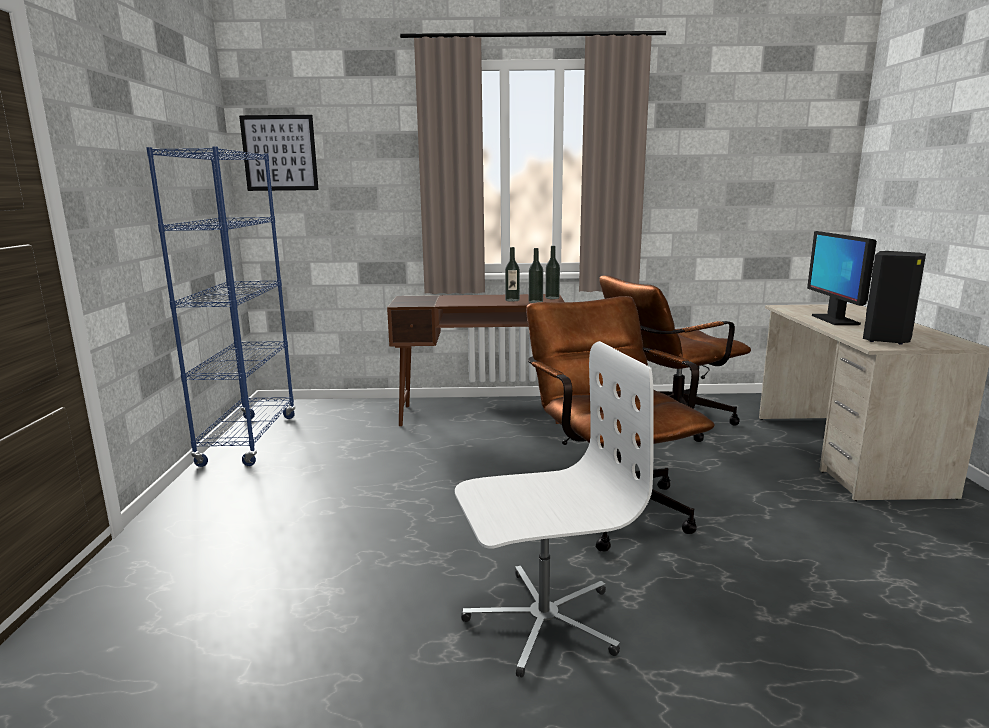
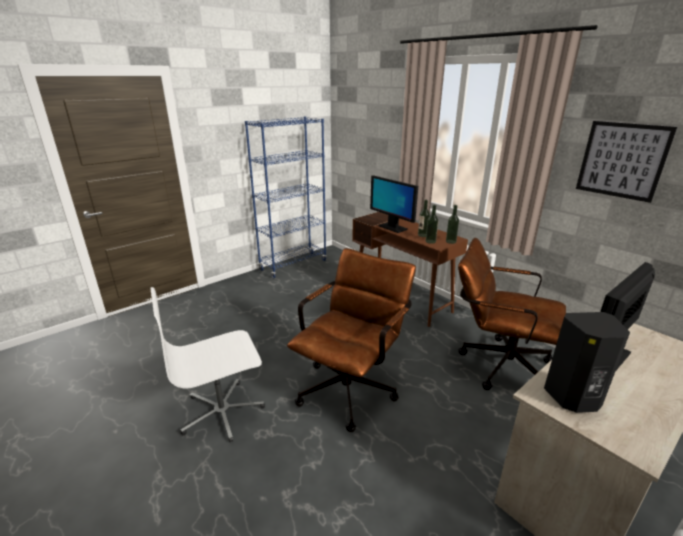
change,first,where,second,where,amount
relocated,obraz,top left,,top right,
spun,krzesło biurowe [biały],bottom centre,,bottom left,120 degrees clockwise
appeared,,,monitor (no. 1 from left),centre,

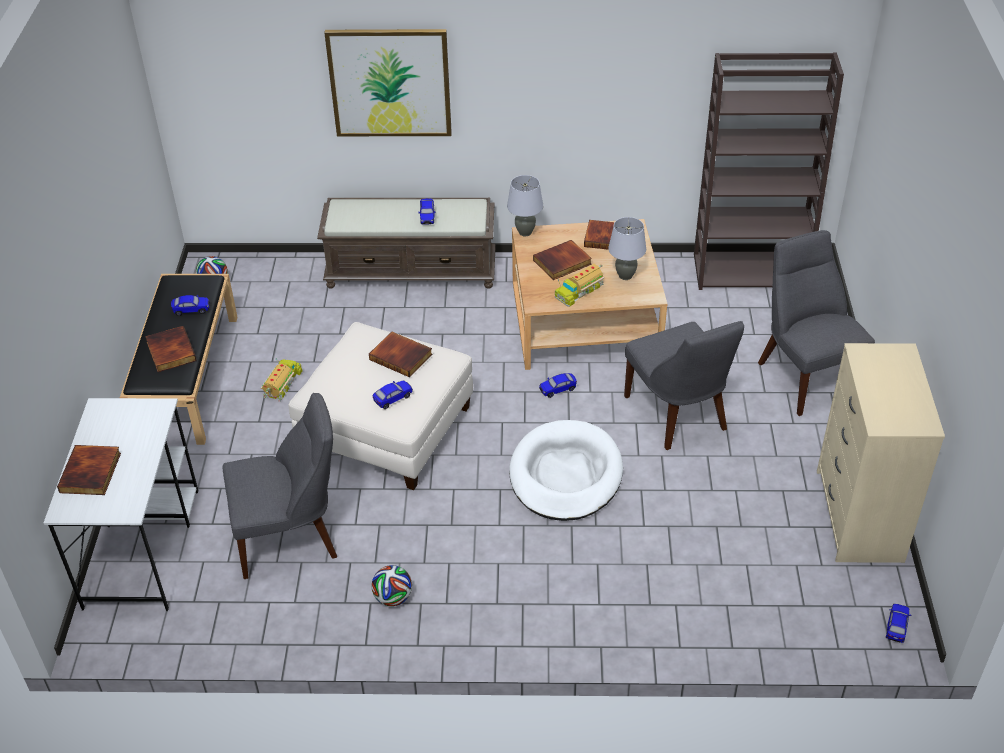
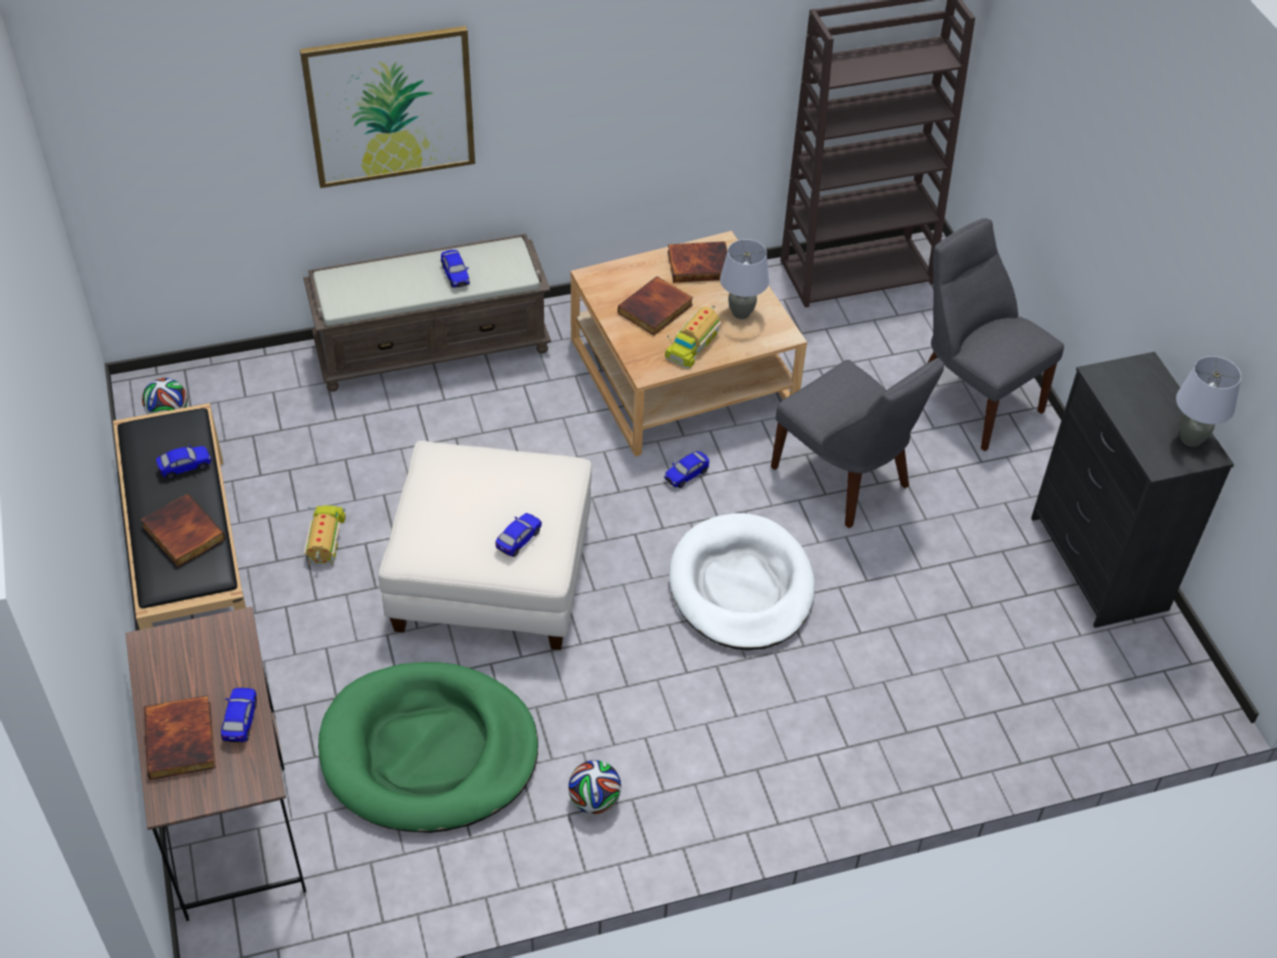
change,first,where,second,where,amount
colour,biurko [biały],bottom left,biurko [brązowy],bottom left,
exchanged,krzesło [szary] (no. 1 from left),middle left,legowisko [zielony],bottom centre,
missing,książka (no. 3 from left),centre,,,
relocated,lampa stołowa [szary] (no. 1 from left in the first image),top centre,lampa stołowa [szary] (no. 2 from left),middle right,
colour,komoda [beżowy],middle right,komoda [czarny],middle right,
relocated,samochodzik (no. 5 from left in the first image),bottom right,samochodzik (no. 2 from left),bottom left,

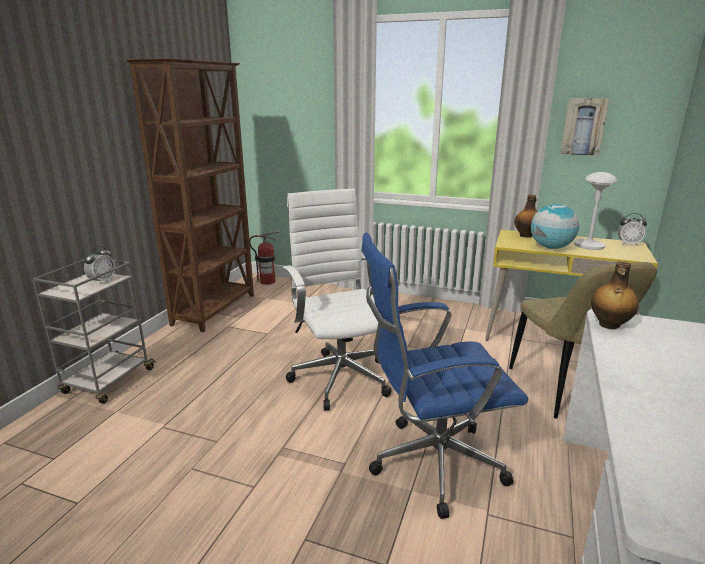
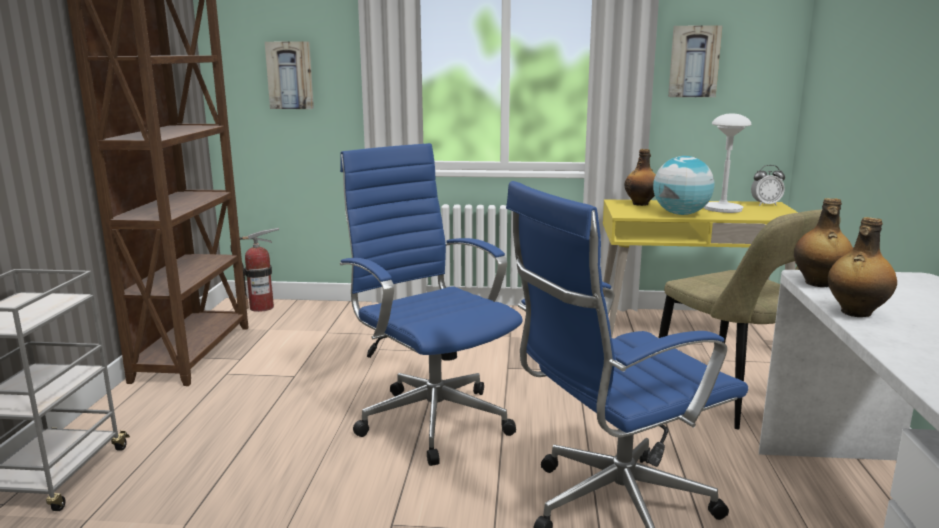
change,first,where,second,where,amount
missing,budzik (no. 1 from left),middle left,,,
colour,krzesło biurowe [biały],centre,krzesło biurowe [niebieski] (no. 1 from left),centre,
appeared,,,obraz (no. 1 from left),top left,
appeared,,,butelka (no. 3 from left),middle right,

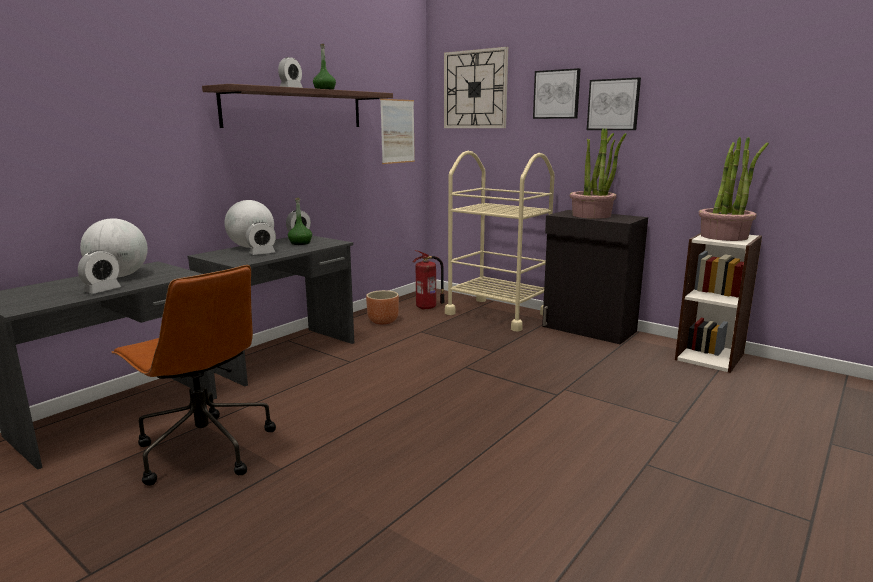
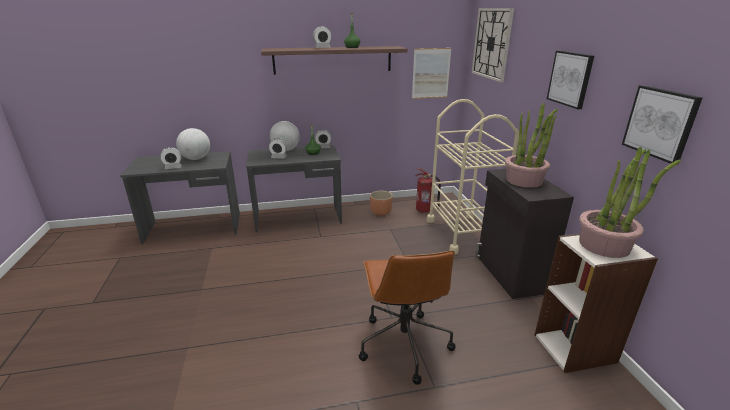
change,first,where,second,where,amount
relocated,krzesło biurowe [brązowy],middle left,,bottom centre,
relocated,obraz (no. 2 from left in the first image),top centre,obraz (no. 3 from left),top right,

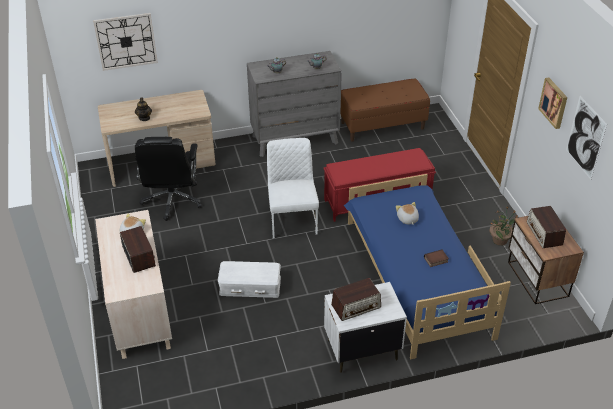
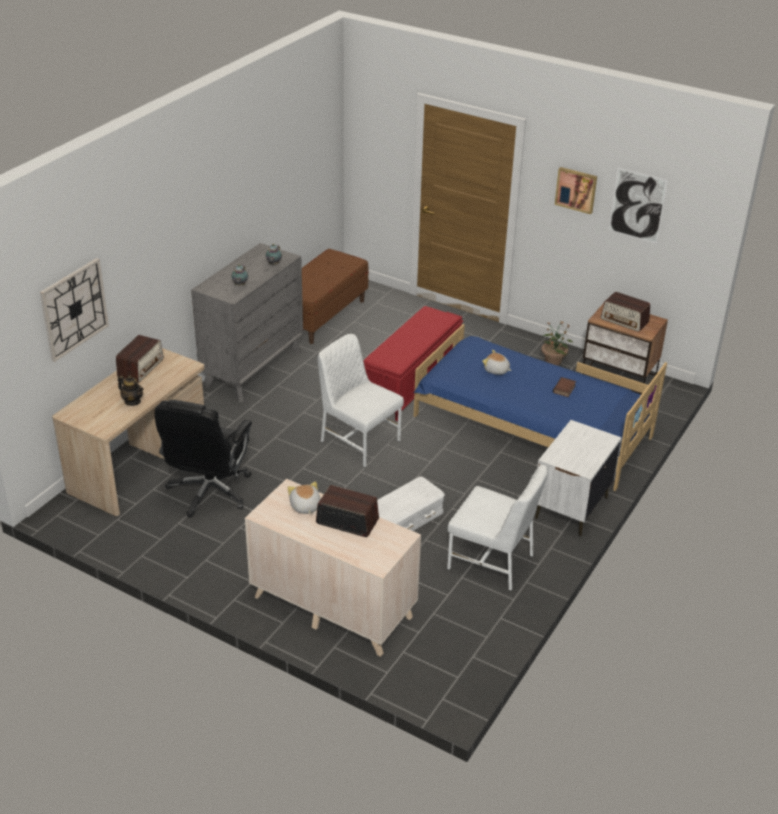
change,first,where,second,where,amount
spun,krzesło biurowe [czarny],middle left,,middle left,60 degrees clockwise
relocated,radio (no. 2 from left in the first image),bottom centre,radio (no. 1 from left),middle left,
appeared,,,krzesło [biały] (no. 2 from left),centre,

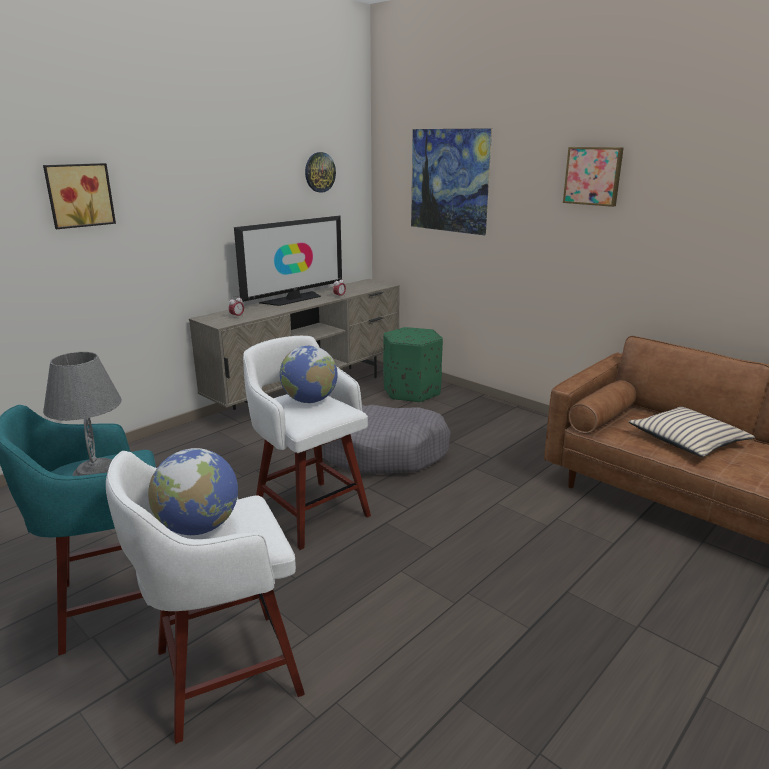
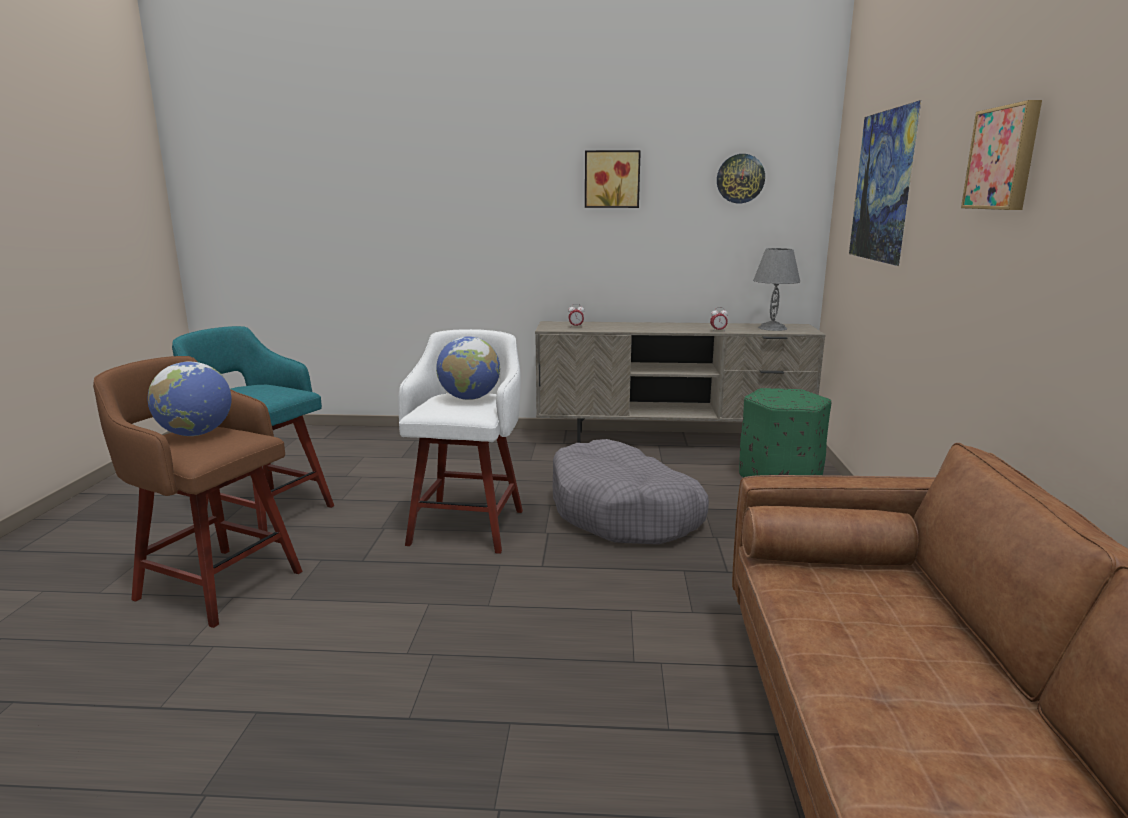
change,first,where,second,where,amount
relocated,obraz (no. 1 from left),top left,,top centre,
relocated,lampa stołowa [szary],middle left,,middle right,
colour,stołek [biały] (no. 1 from left),bottom left,stołek [brązowy],middle left,
missing,telewizor,centre,,,
missing,poduszka [beżowy],middle right,,,

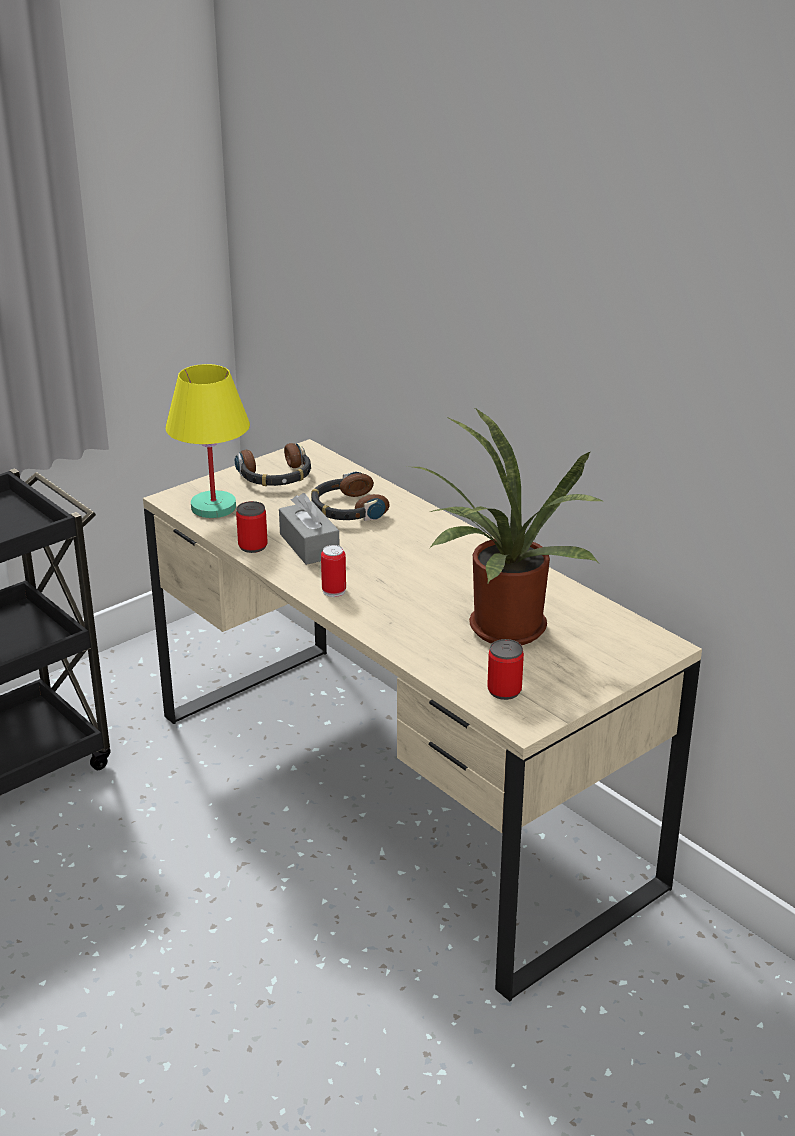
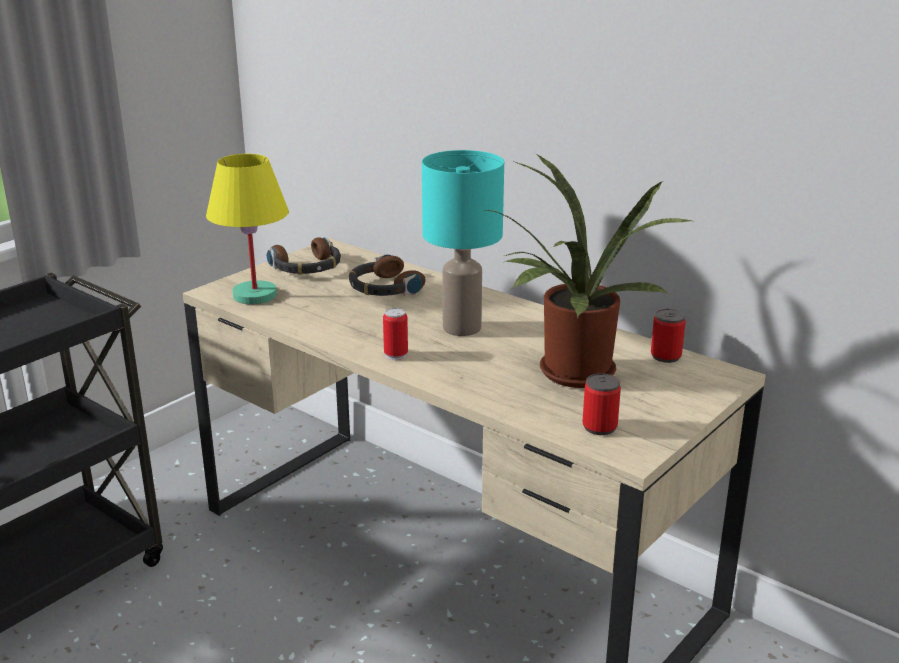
change,first,where,second,where,amount
relocated,puszka (no. 1 from left in the first image),middle left,puszka (no. 3 from left),middle right,
missing,pudełko chusteczek [szary],centre,,,
appeared,,,lampa stołowa [turkusowy],centre,

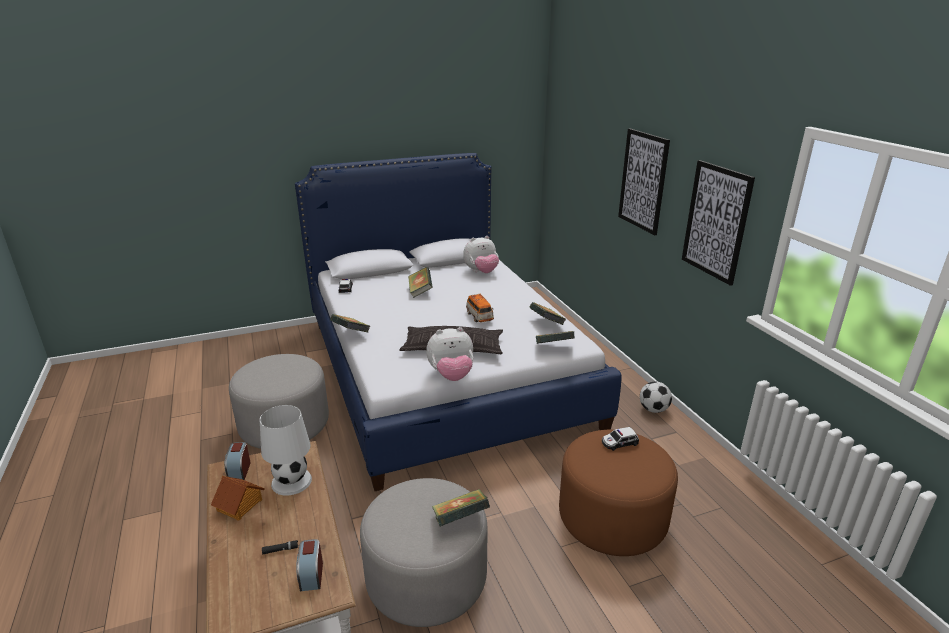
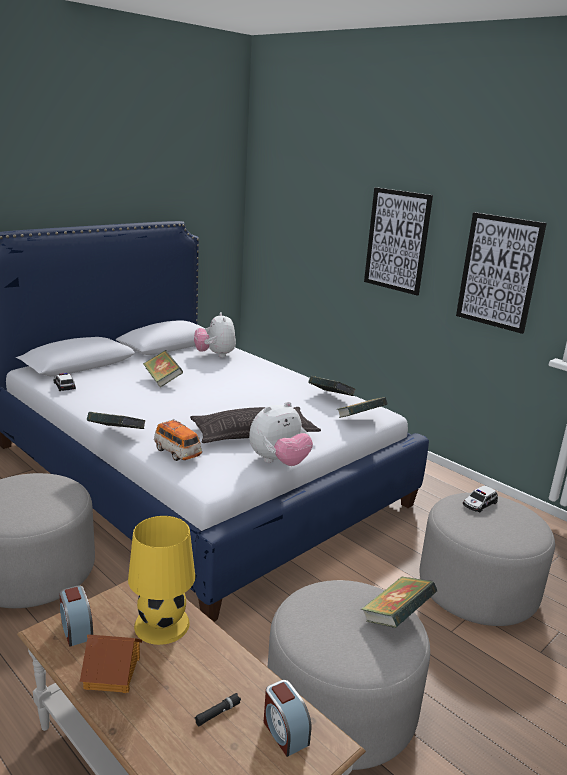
change,first,where,second,where,amount
colour,lampa stołowa [biały],bottom left,lampa stołowa [żółty],bottom left,
spun,pluszak (no. 2 from left in the first image),centre,pluszak (no. 1 from left),centre,120 degrees clockwise
relocated,samochodzik (no. 2 from left),centre,,middle left,
colour,pufa [brązowy],bottom centre,pufa [szary] (no. 3 from left),bottom right,
missing,piłka futbolowa,middle right,,,

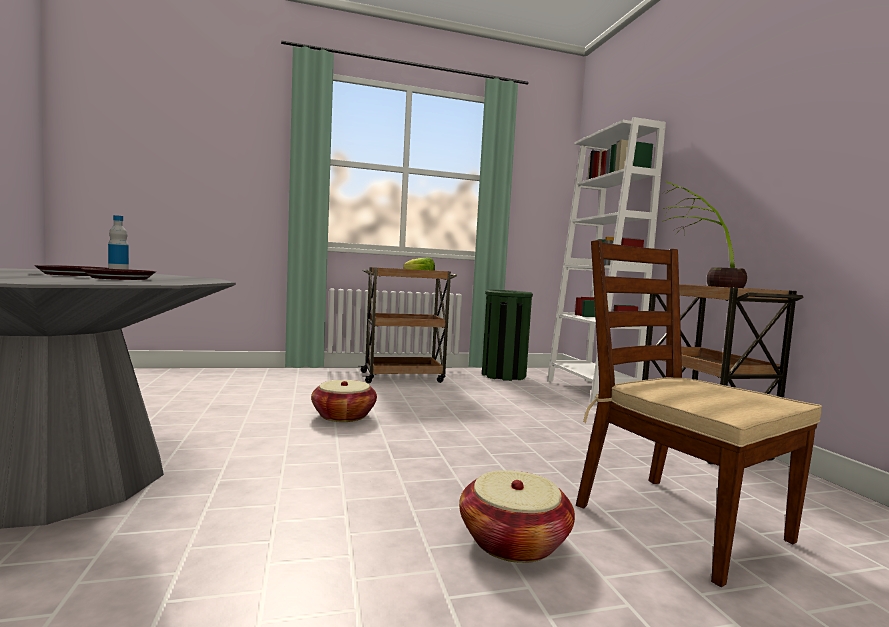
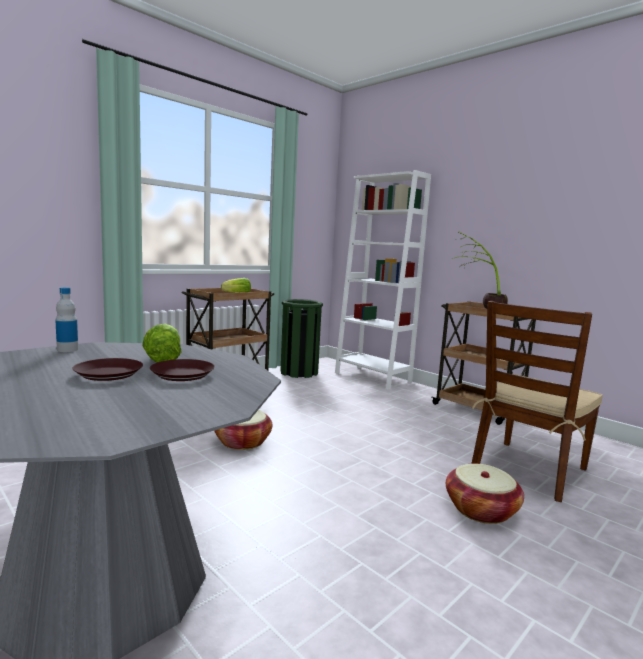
change,first,where,second,where,amount
spun,krzesło [brązowy],middle right,,middle right,75 degrees counterclockwise
appeared,,,sałata (no. 1 from left),middle left,

